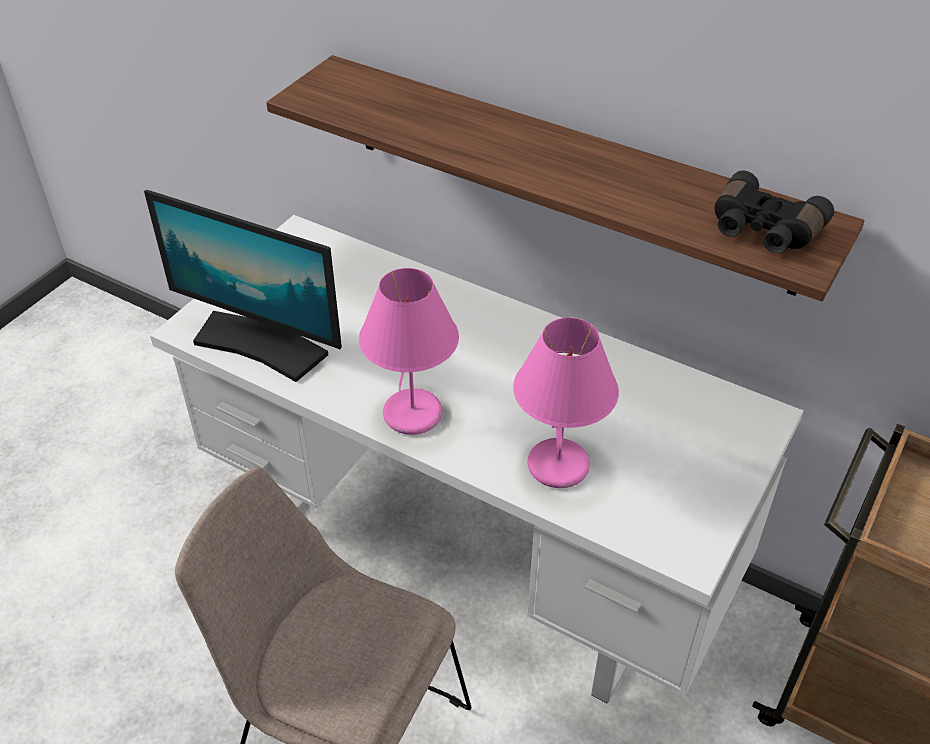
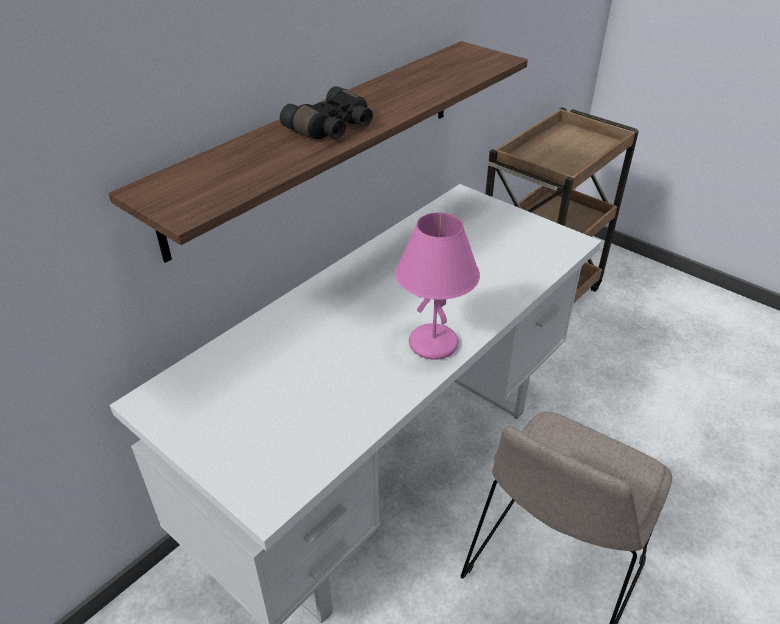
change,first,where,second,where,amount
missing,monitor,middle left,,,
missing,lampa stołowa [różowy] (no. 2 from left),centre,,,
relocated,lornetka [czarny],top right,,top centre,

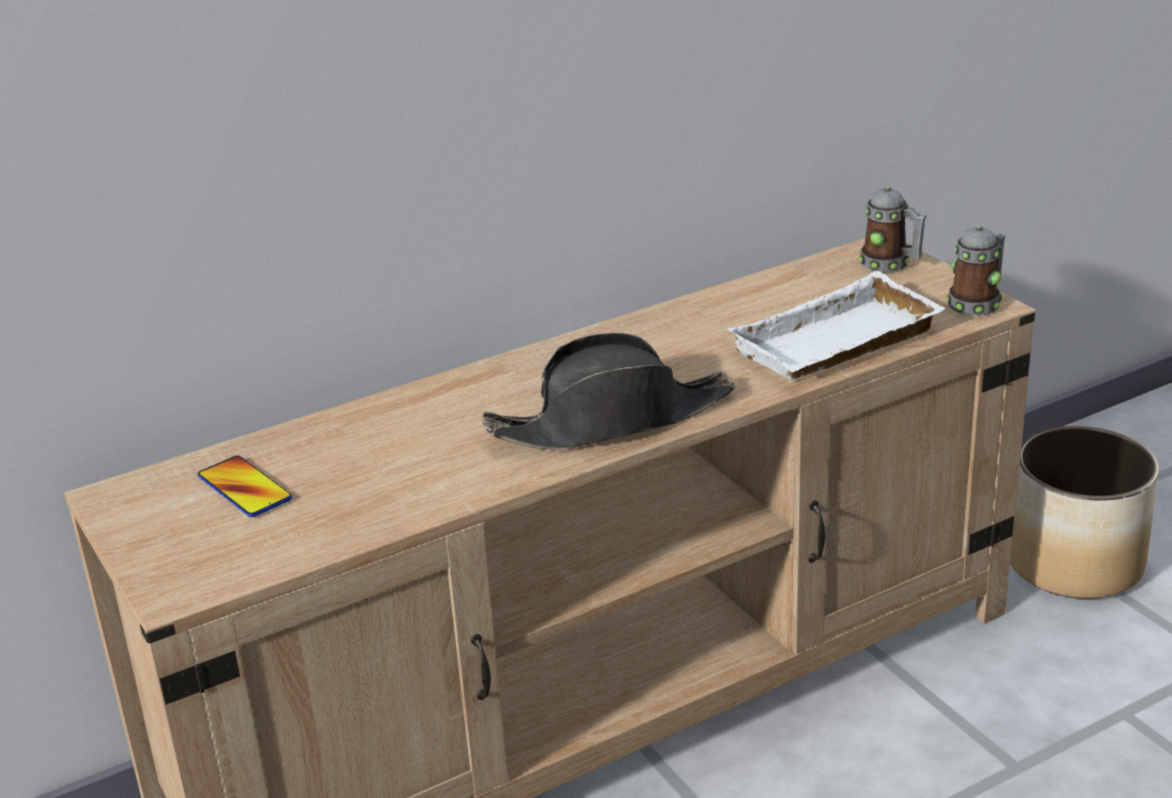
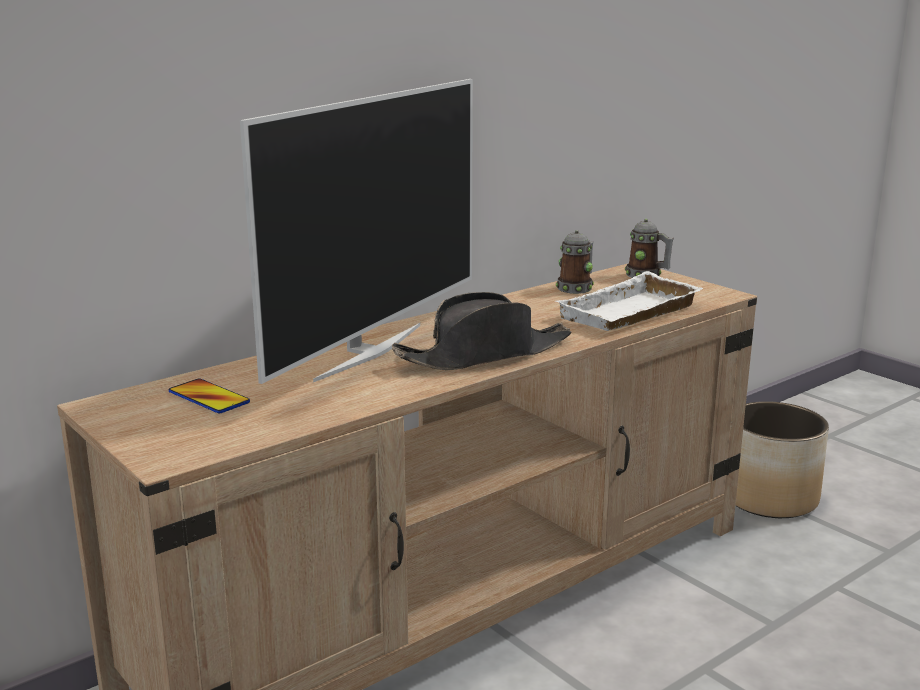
change,first,where,second,where,amount
relocated,kubek (no. 2 from left in the first image),middle right,kubek (no. 1 from left),centre,
appeared,,,telewizor,centre,

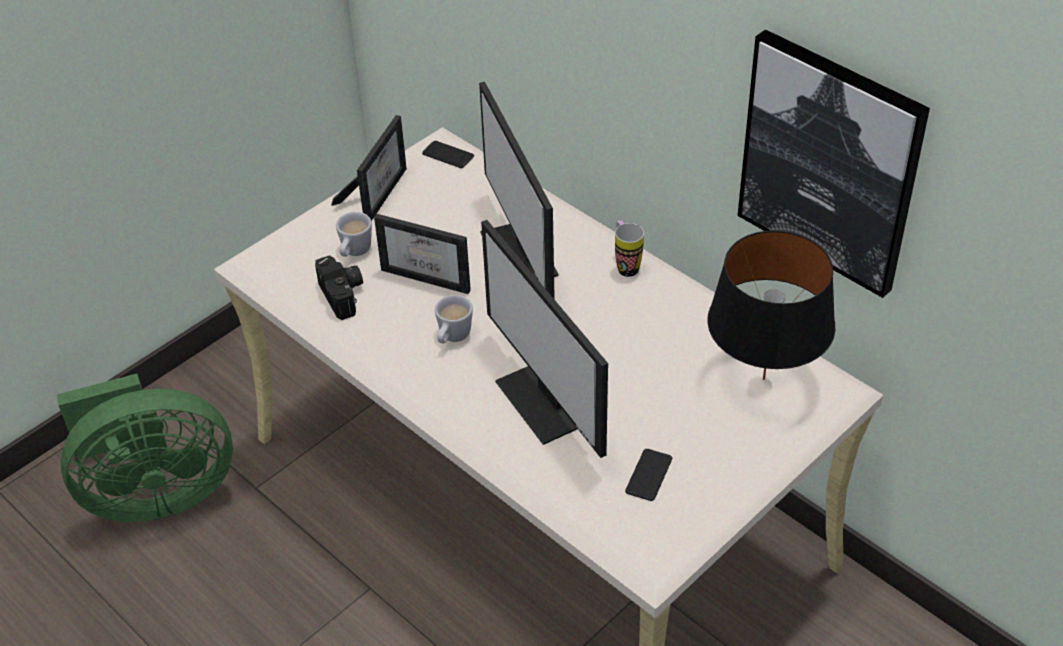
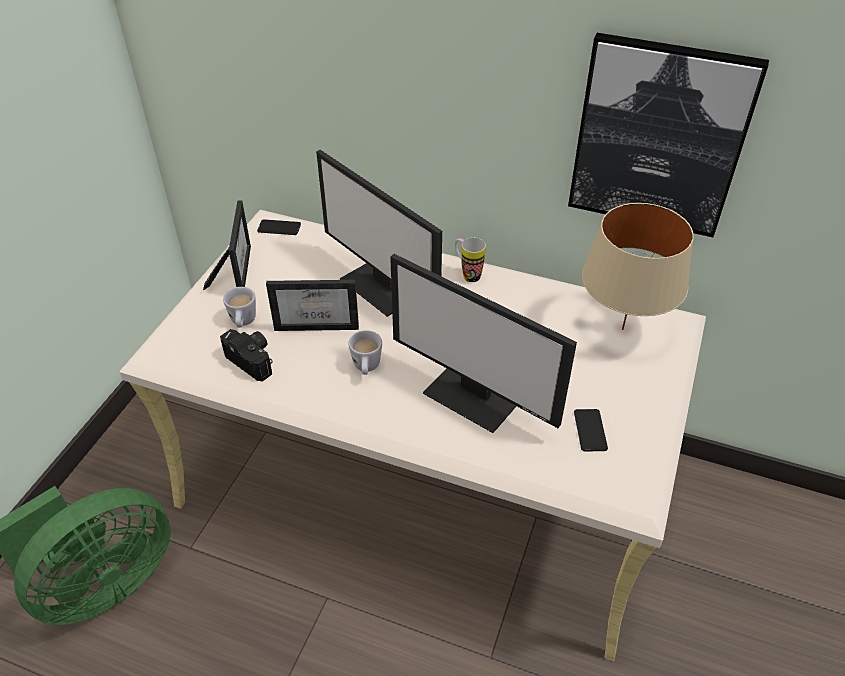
change,first,where,second,where,amount
colour,lampa stołowa [czarny],middle right,lampa stołowa [beżowy],middle right,

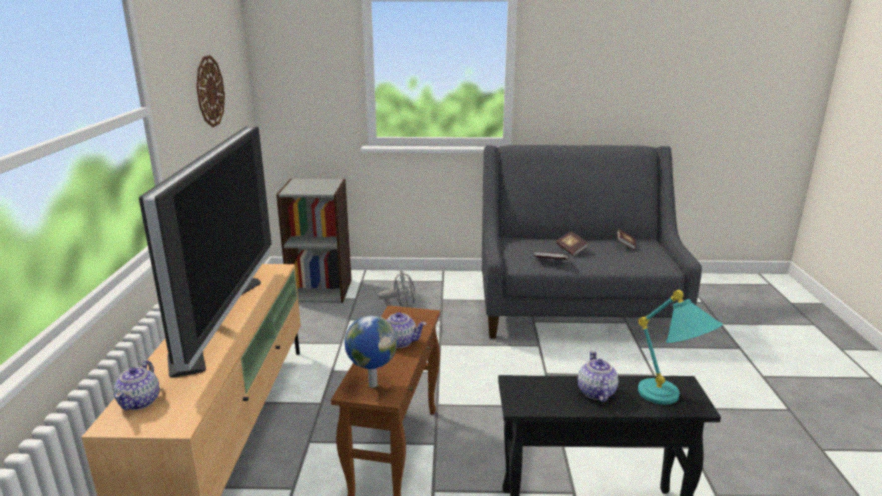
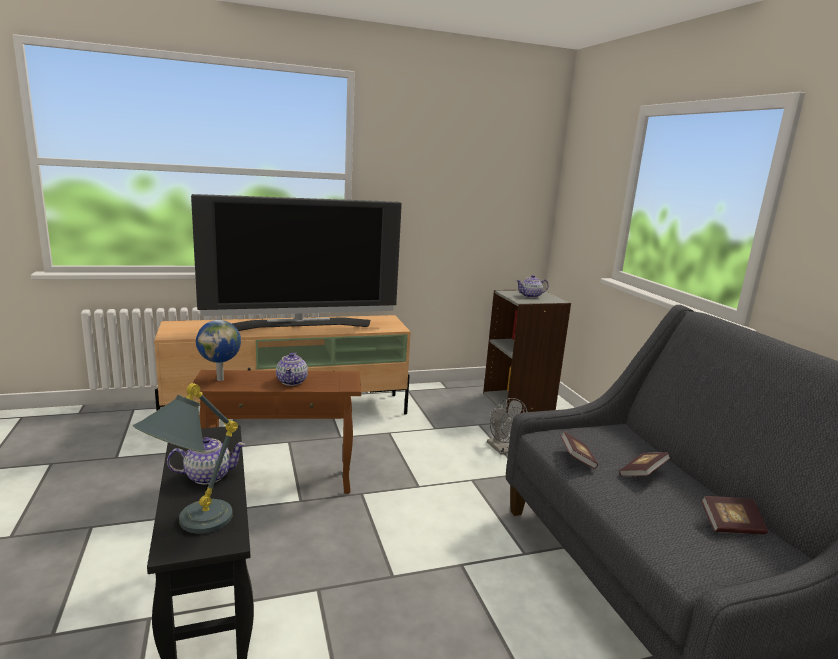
change,first,where,second,where,amount
relocated,imbryk (no. 1 from left in the first image),bottom left,imbryk (no. 3 from left),centre,
missing,zegar ścienny,top left,,,
colour,lampa stołowa [turkusowy],bottom right,lampa stołowa [szary],bottom left,

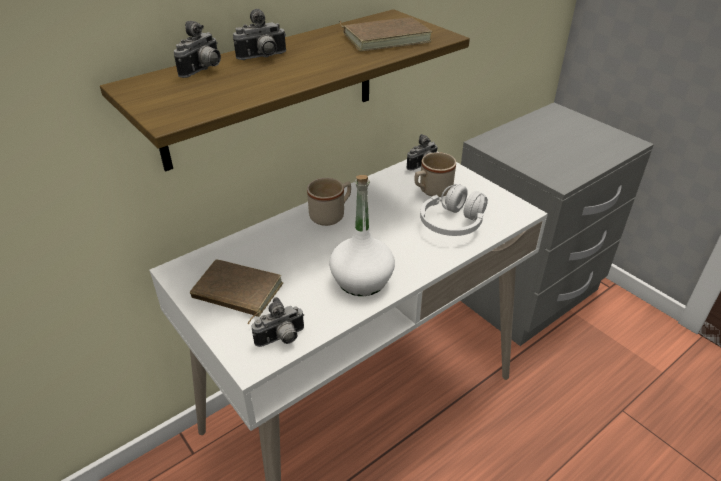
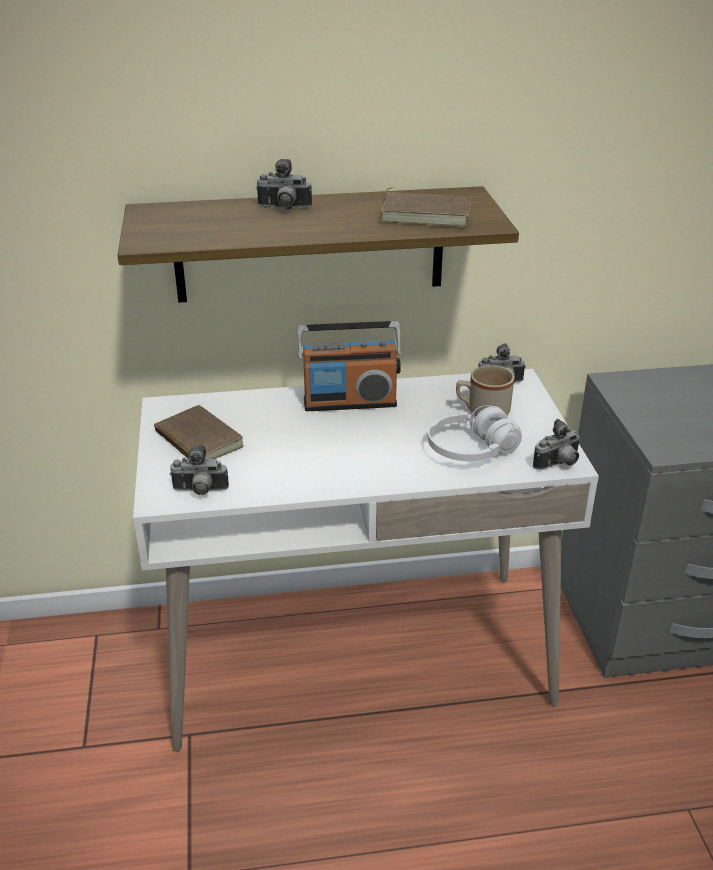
change,first,where,second,where,amount
relocated,aparat fotograficzny (no. 1 from left in the first image),top left,aparat fotograficzny (no. 4 from left),middle right,
exchanged,kubek [beżowy] (no. 1 from left),centre,radio,centre,
missing,butelka [biały],centre,,,

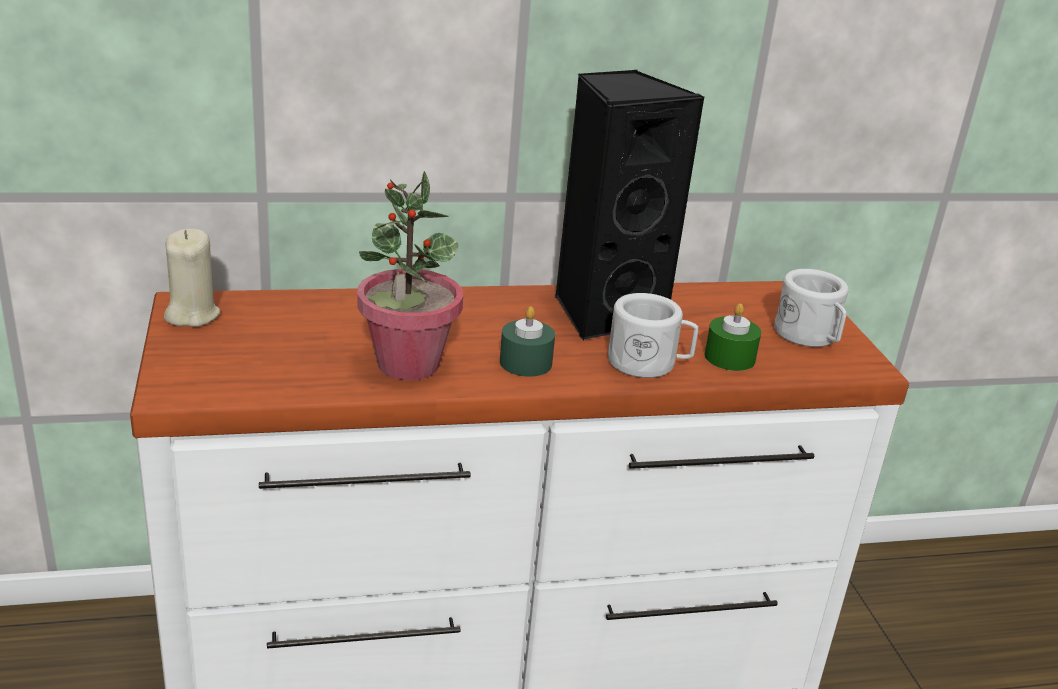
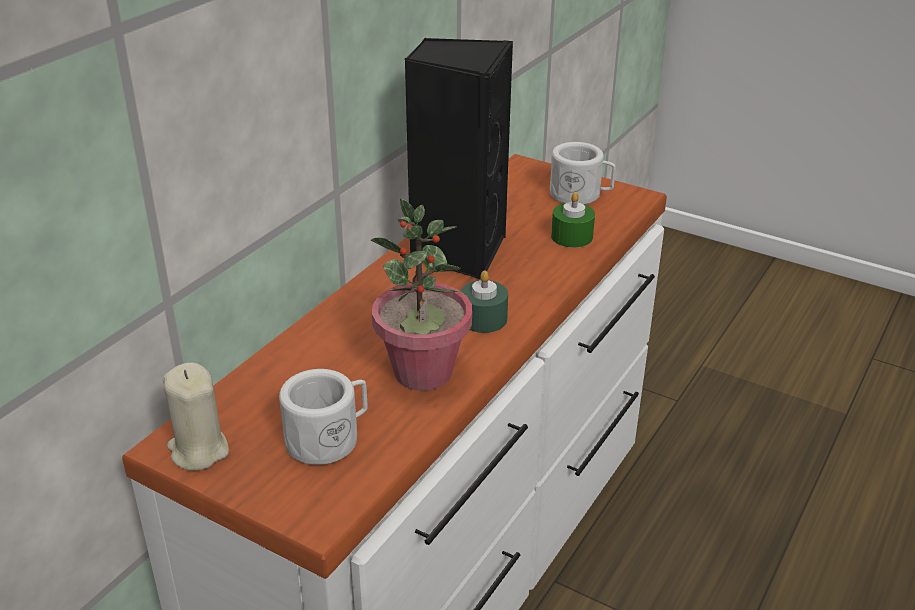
change,first,where,second,where,amount
relocated,kubek [biały] (no. 1 from left),centre,,bottom centre,

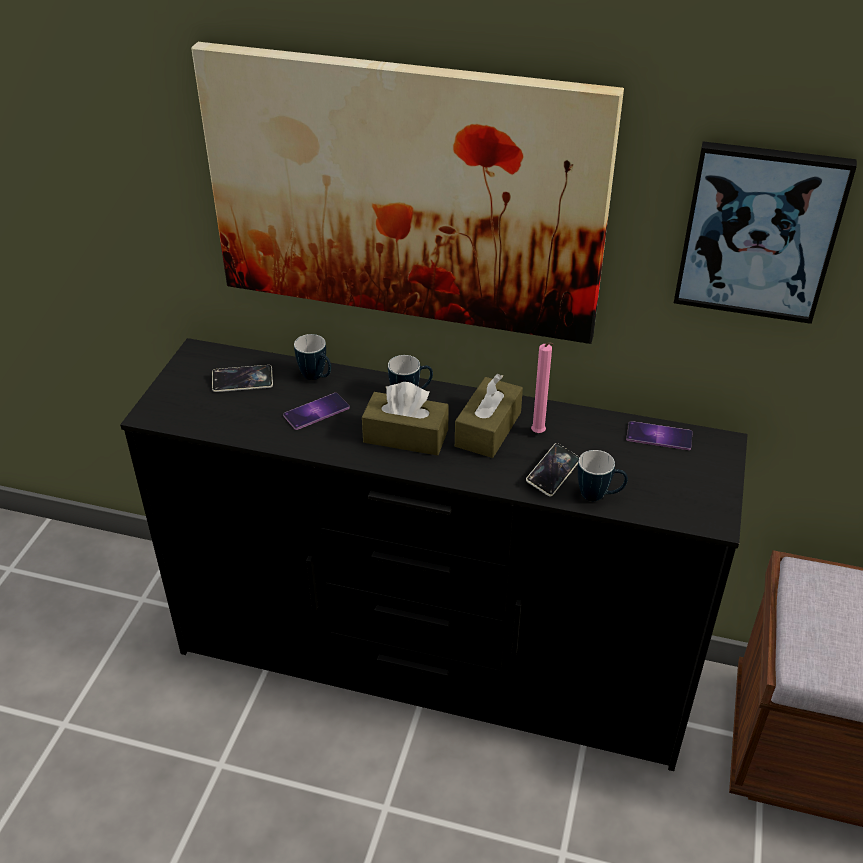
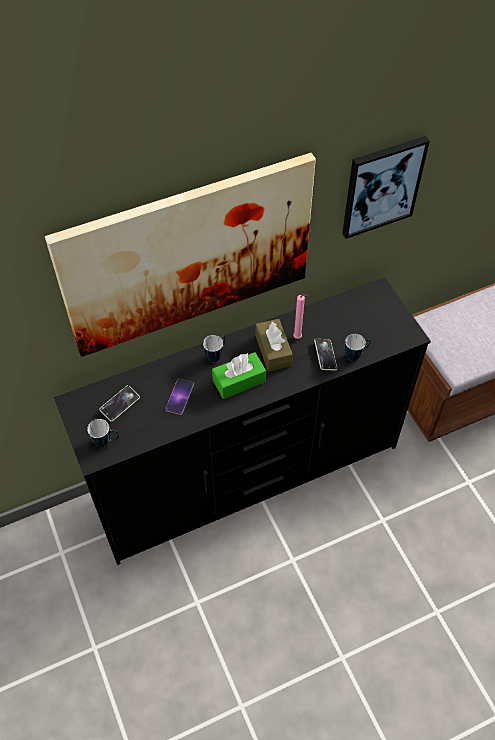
change,first,where,second,where,amount
relocated,kubek (no. 1 from left),centre,,middle left,
colour,pudełko chusteczek [brązowy] (no. 1 from left),centre,pudełko chusteczek [zielony],centre,
missing,telefon (no. 4 from left),middle right,,,

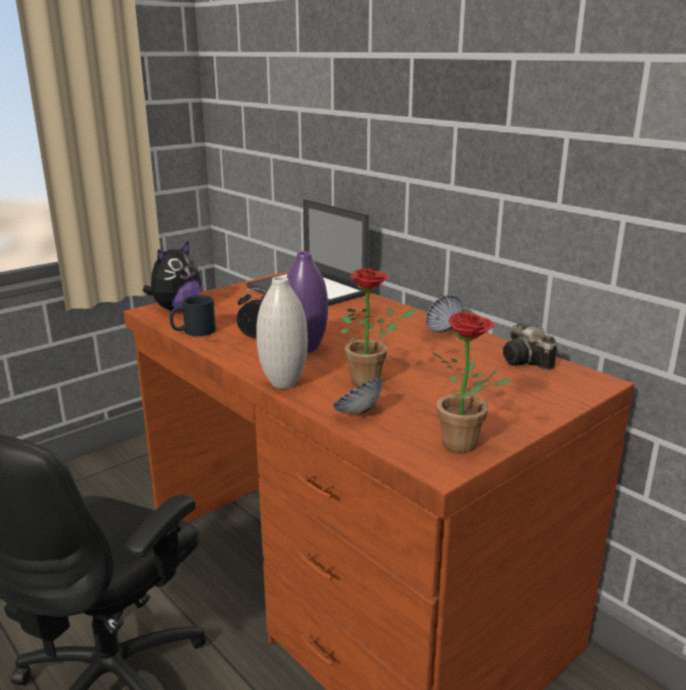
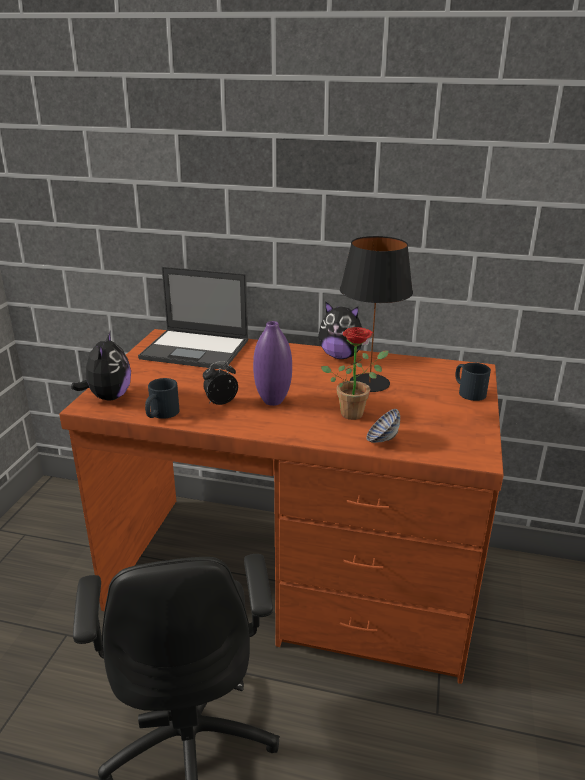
change,first,where,second,where,amount
missing,wazon [biały],centre,,,
exchanged,miska (no. 2 from left),centre,pluszak (no. 2 from left),centre,
missing,roślina doniczkowa (no. 2 from left),middle right,,,
missing,aparat fotograficzny,middle right,,,
appeared,,,lampa stołowa [czarny],centre,
appeared,,,kubek [czarny] (no. 2 from left),middle right,

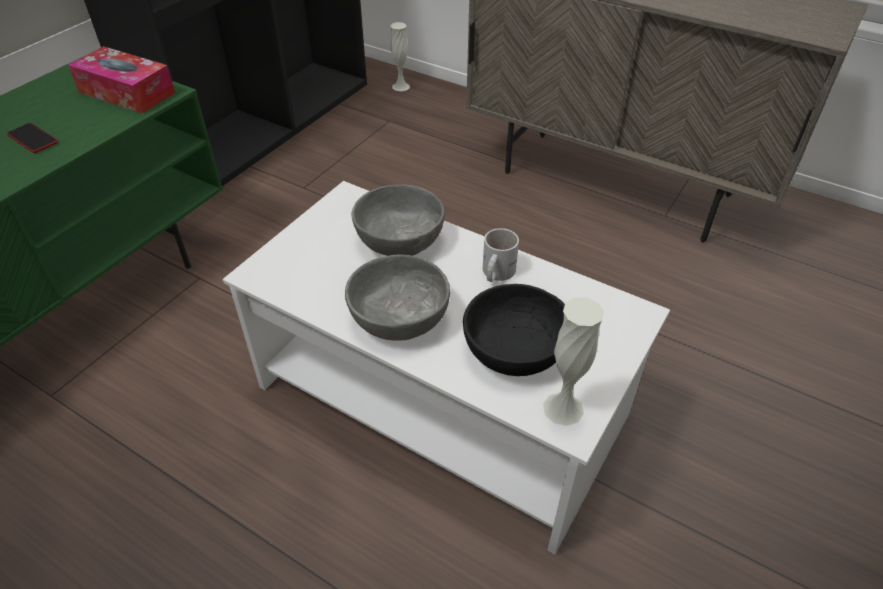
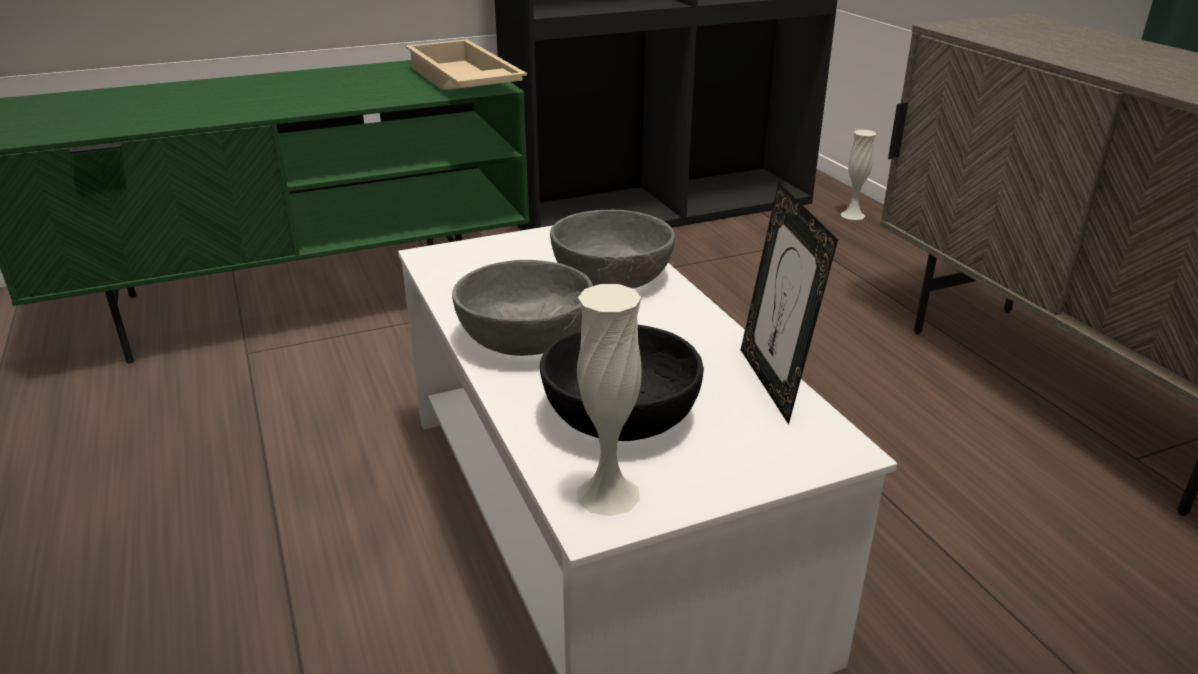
change,first,where,second,where,amount
missing,telefon,top left,,,
exchanged,pudełko chusteczek,top left,taca [beżowy],top centre,
missing,kubek [biały],centre,,,
appeared,,,ramka na zdjęcie,centre,

